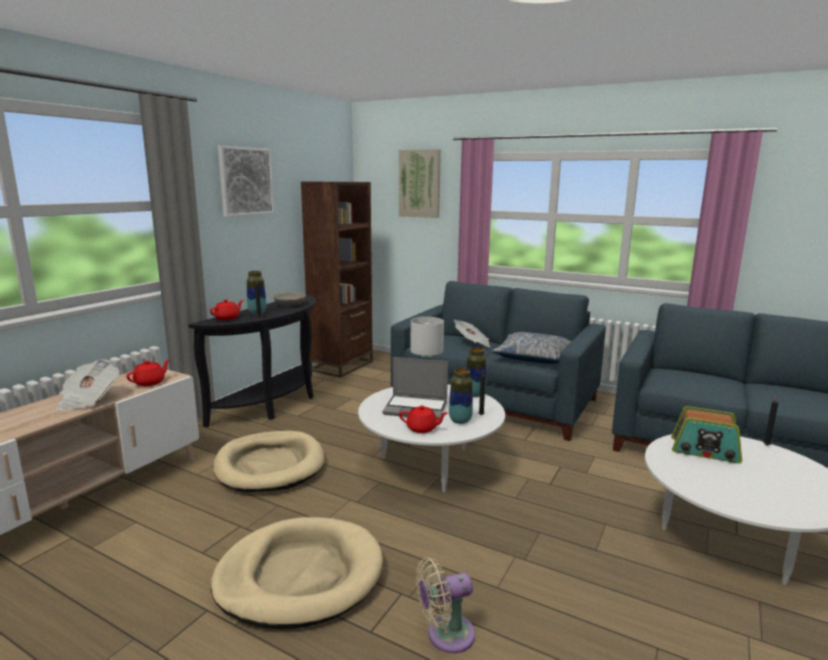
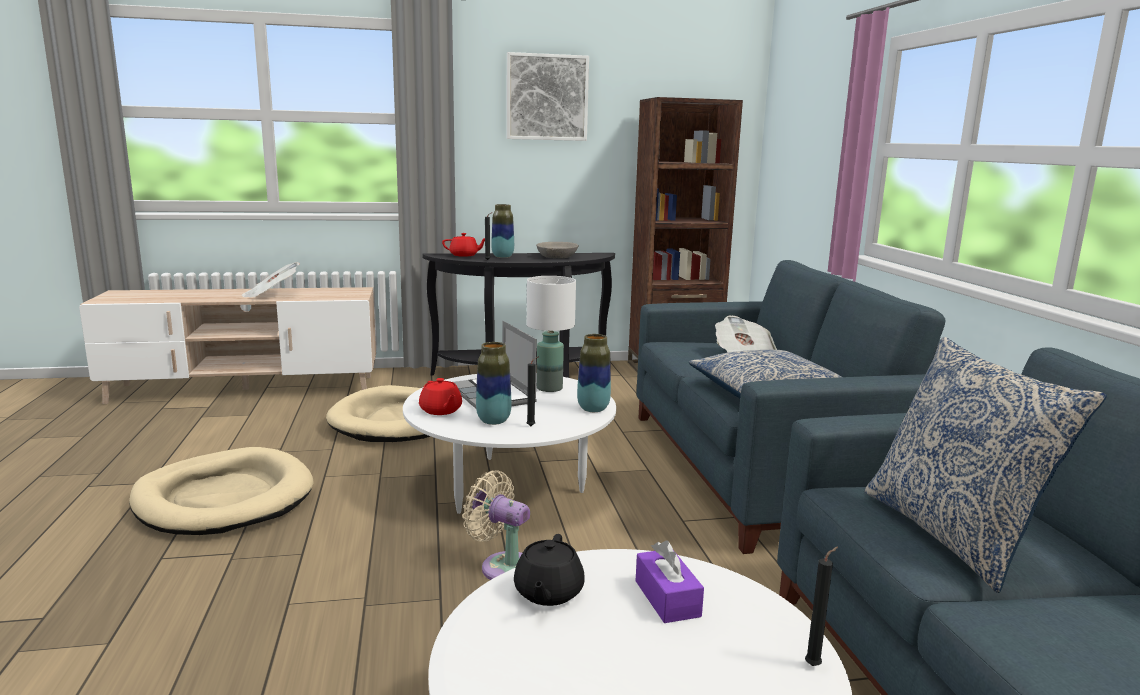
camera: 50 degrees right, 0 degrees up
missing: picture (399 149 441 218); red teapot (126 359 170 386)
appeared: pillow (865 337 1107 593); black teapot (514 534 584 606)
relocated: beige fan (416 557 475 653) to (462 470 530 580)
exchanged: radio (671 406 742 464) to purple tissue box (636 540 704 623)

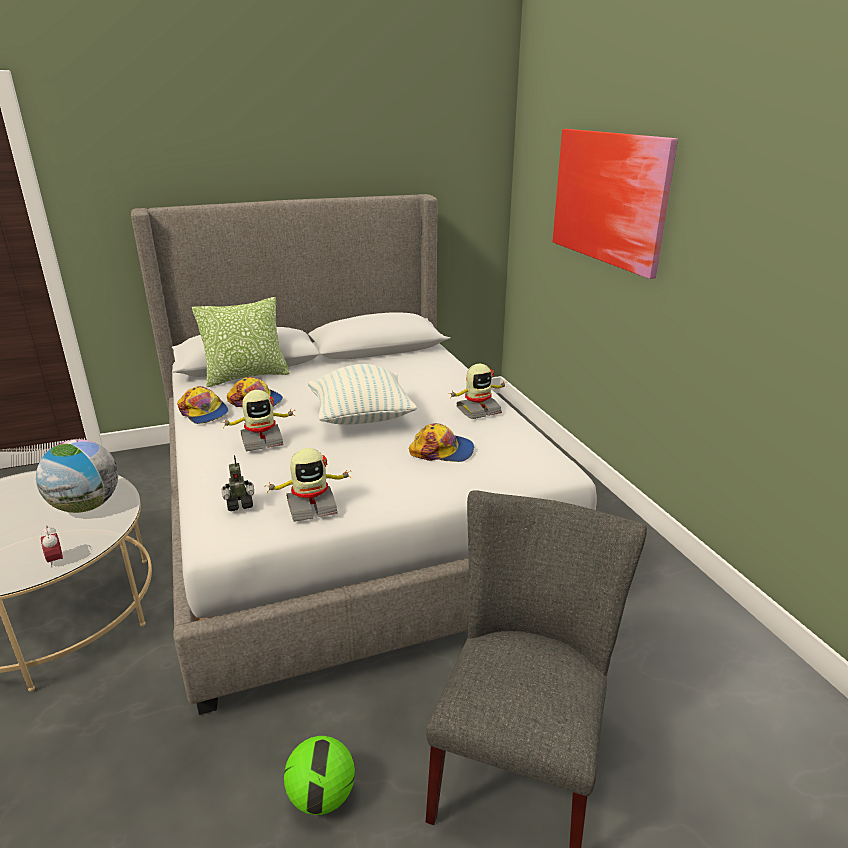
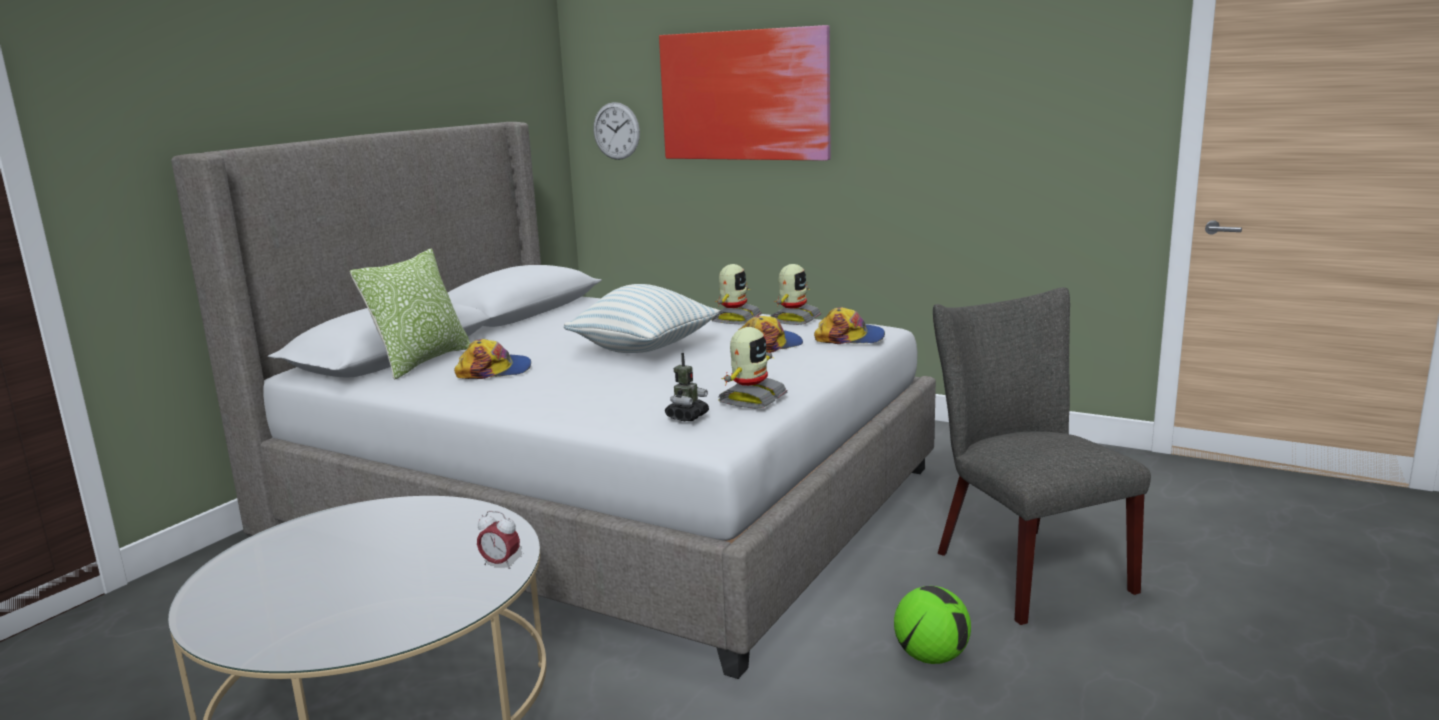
camera: 40 degrees left, 10 degrees down
missing: globe (36 439 118 513)
appeared: wall clock (593 102 640 160)
relocated: cap (177 386 228 424) to (814 307 885 344); toy robot (220 390 296 451) to (770 264 821 325)

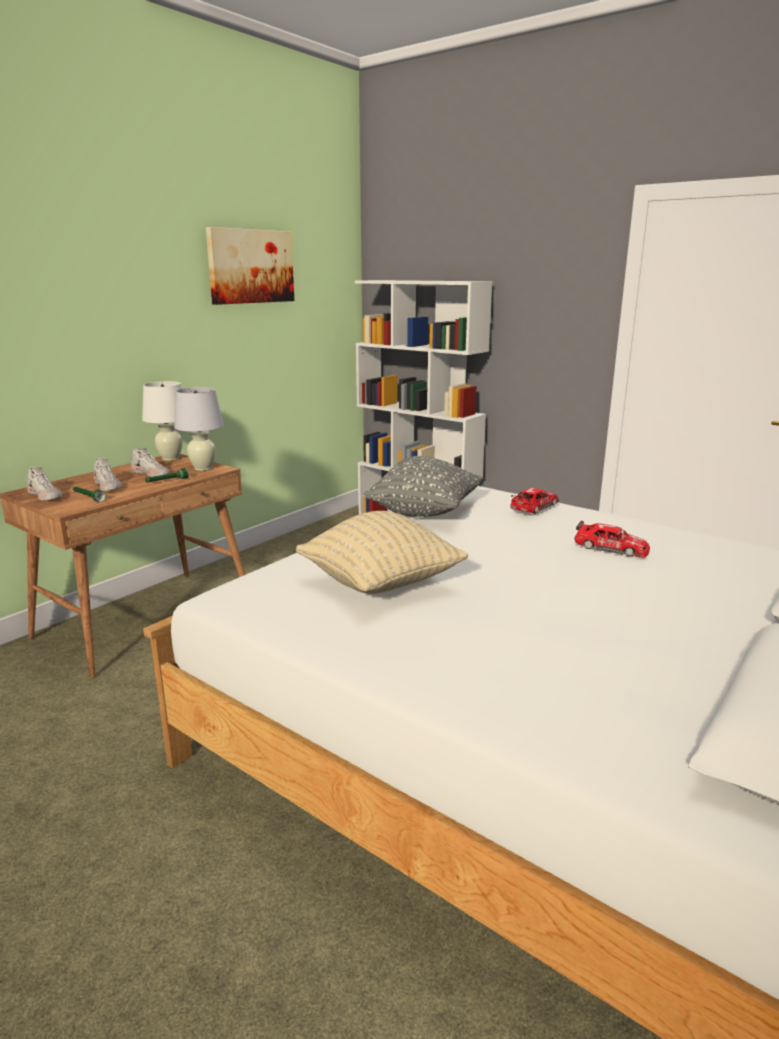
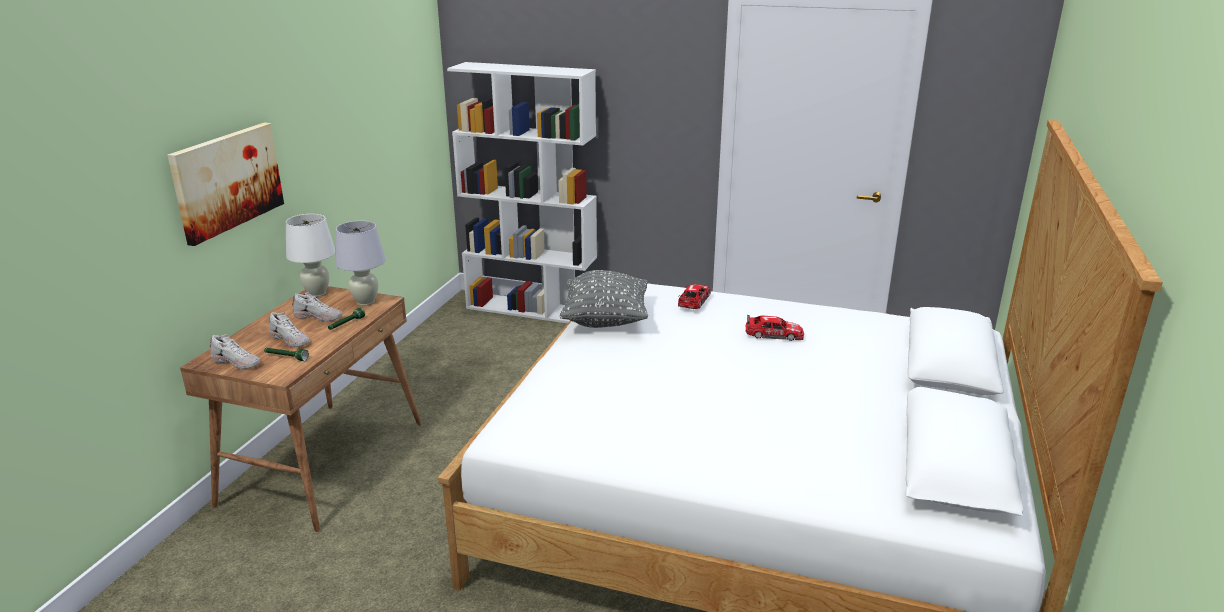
camera: 20 degrees left, 5 degrees up
missing: beige pillow (296 511 468 594)
relocated: picture (206 227 294 305) to (168 123 284 246)

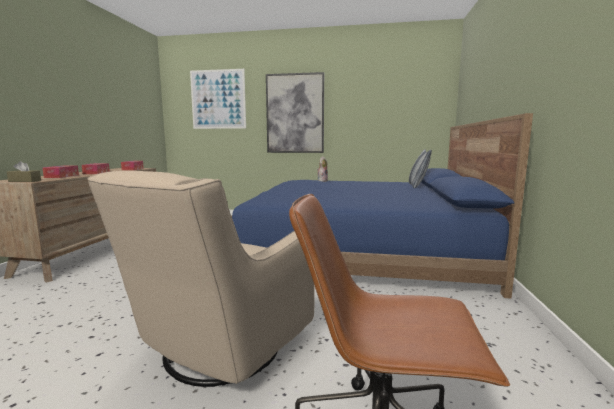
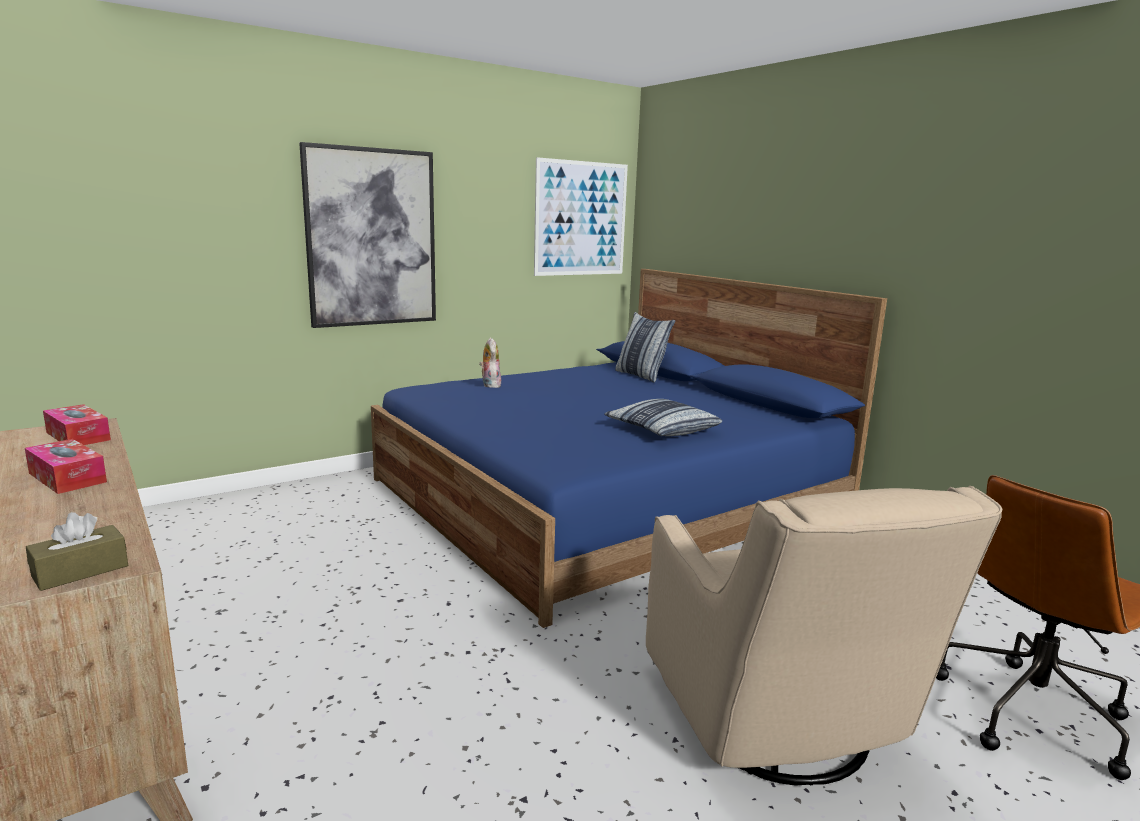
camera: 45 degrees left, 5 degrees up
missing: tissue box (43 166 79 178)
appeared: pillow (604 399 722 436)
relocated: picture (190 69 246 129) to (534 157 628 276)

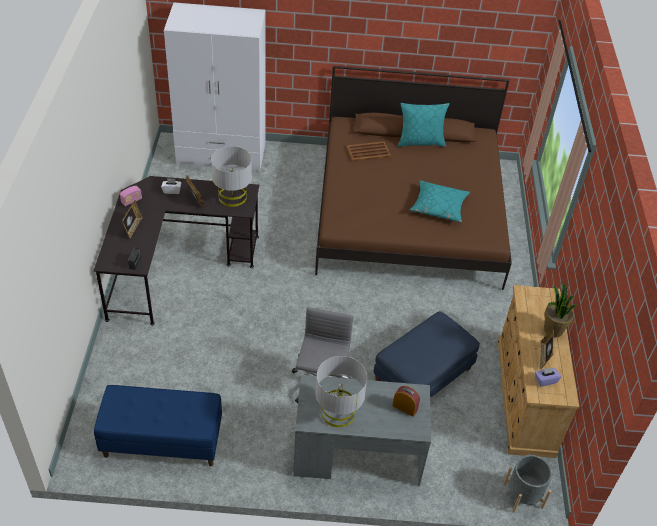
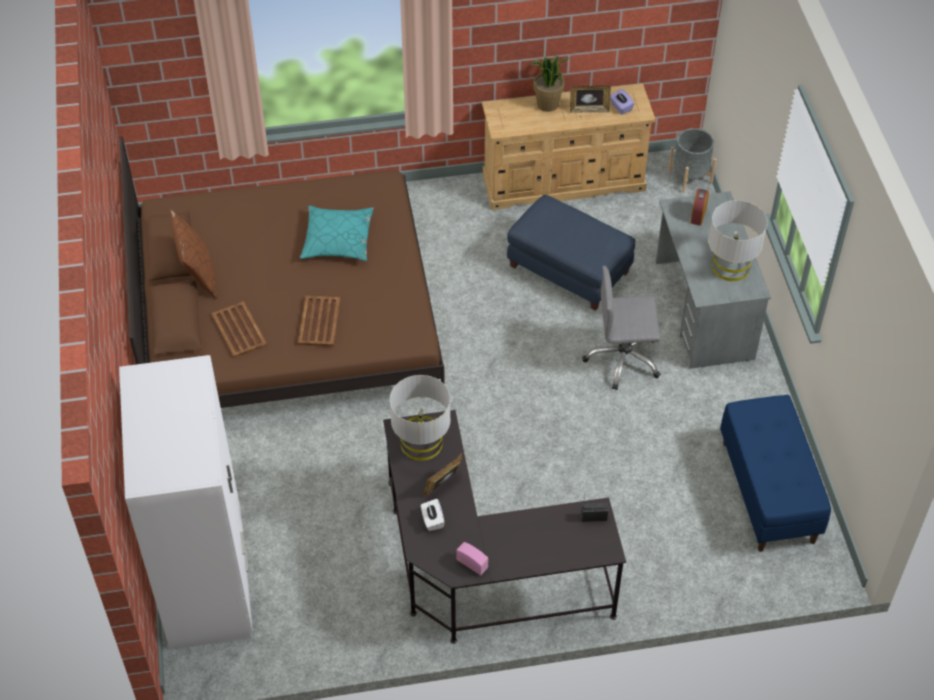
camera: 100 degrees left, 5 degrees up
missing: picture frame (122 200 143 239)
appeared: brown tray (298 296 340 347)
colour: turquoise pillow (398 103 450 147) to brown pillow (170 209 217 299)

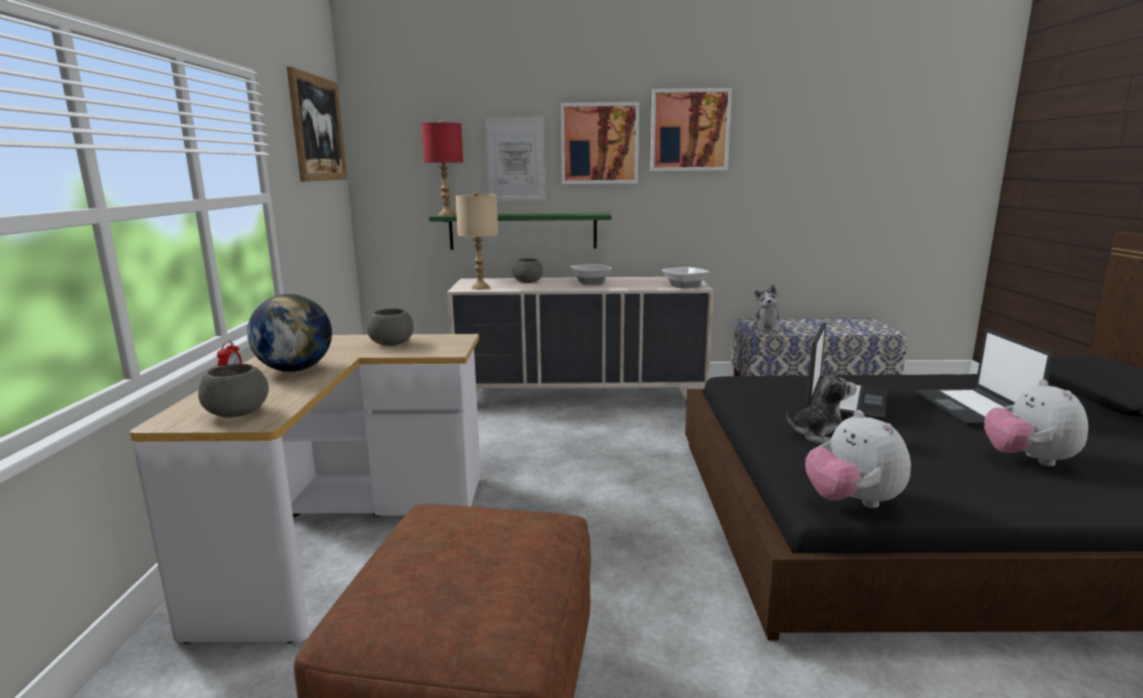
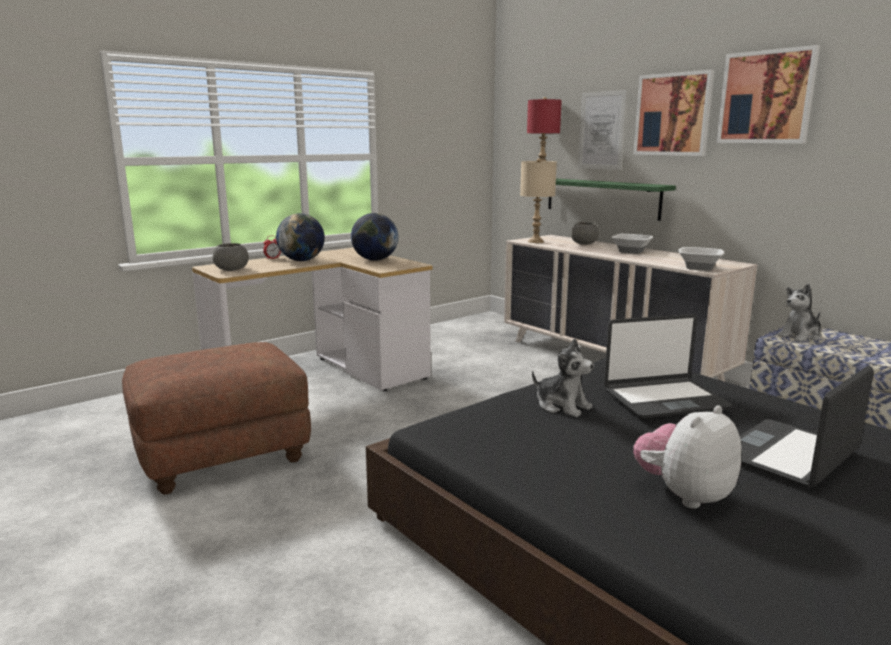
camera: 50 degrees right, 0 degrees up
missing: picture (287 67 347 182); plush toy (805 410 911 508)
exchanged: grey bowl (367 308 413 346) to globe (351 213 398 261)

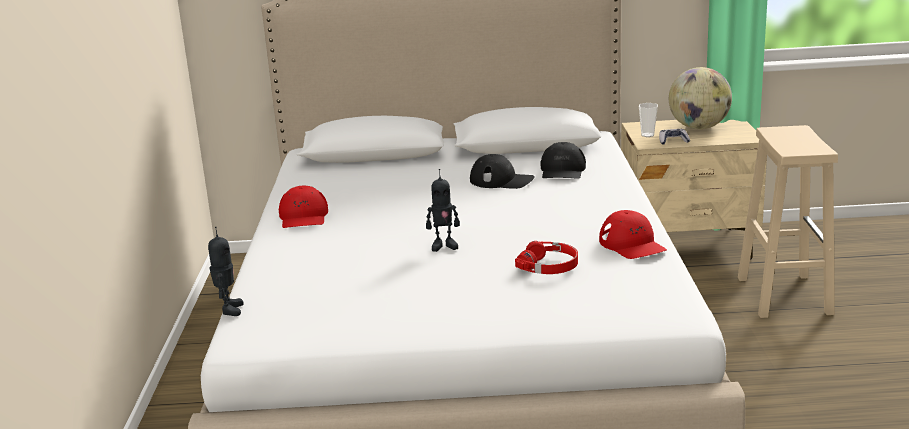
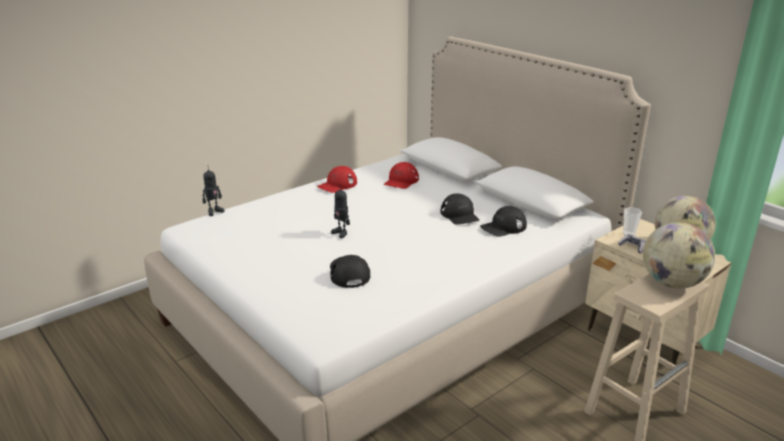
camera: 50 degrees right, 5 degrees up
appeared: globe (643 222 715 289)
relocated: red cap (599 210 667 259) to (384 162 419 189)
exchanged: red headphones (515 241 578 274) to black cap (330 255 370 288)

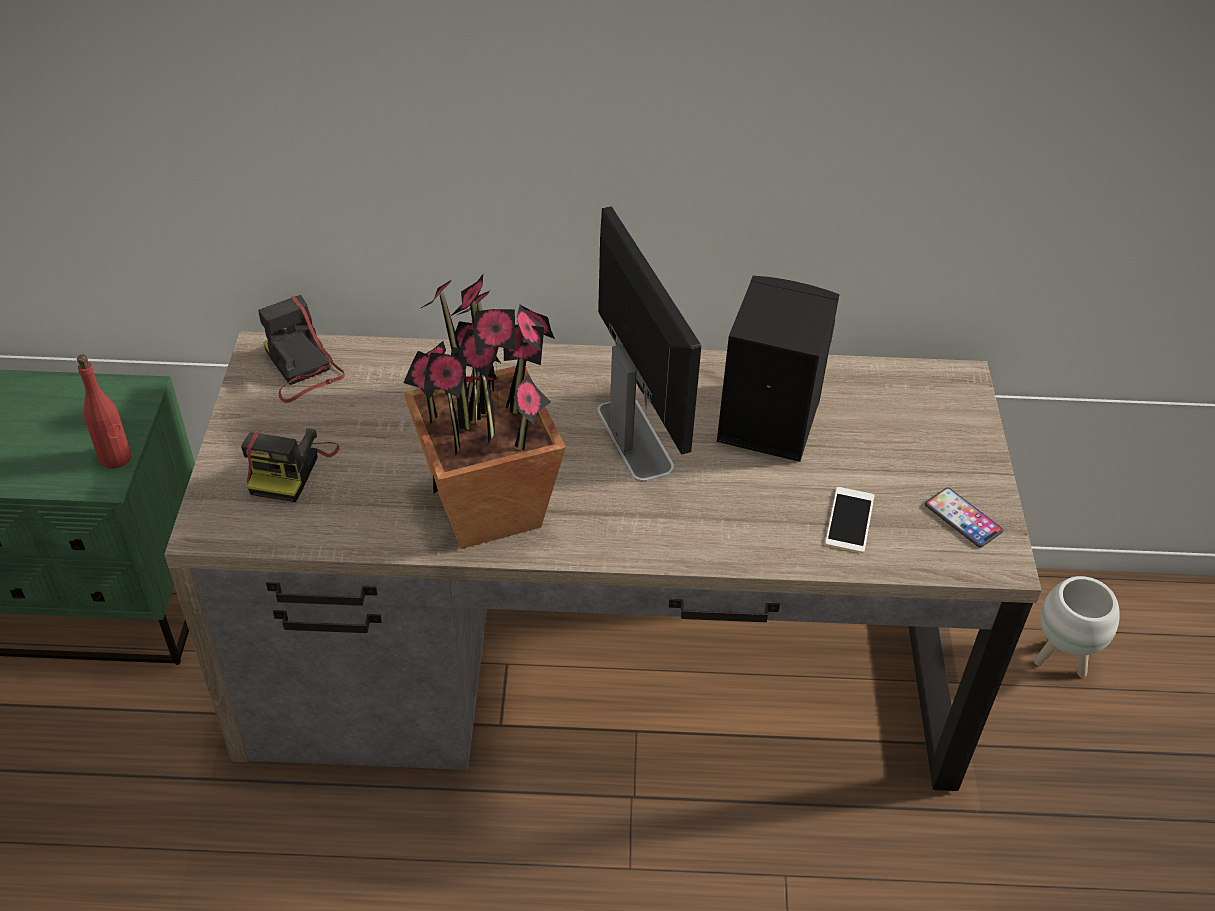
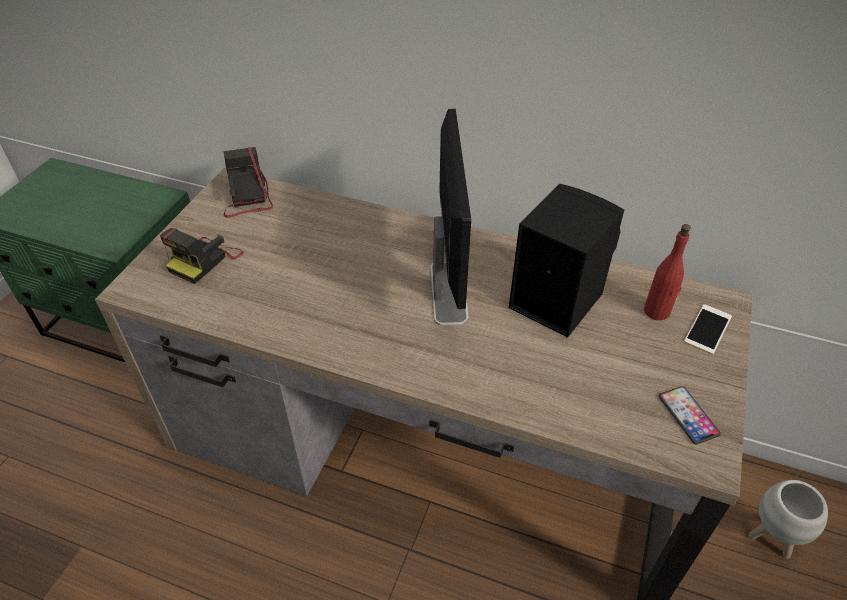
camera: 20 degrees right, 0 degrees up
missing: potted plant (403 274 566 549)
relocated: red bottle (77 354 131 469) to (644 224 691 320); phone (825 487 874 553) to (684 304 732 354)

